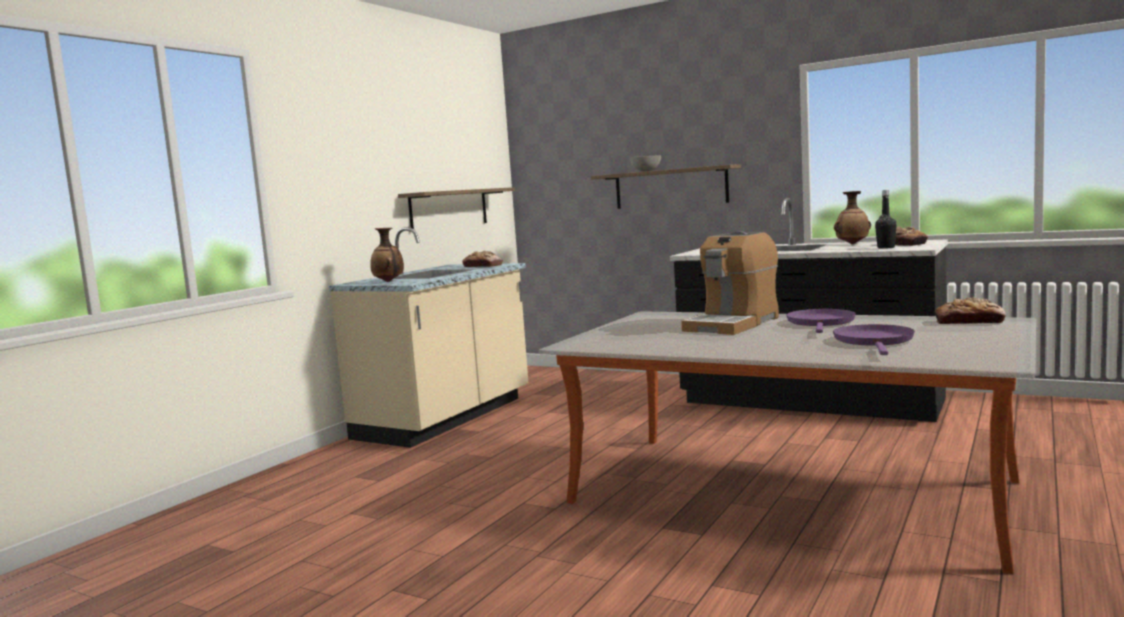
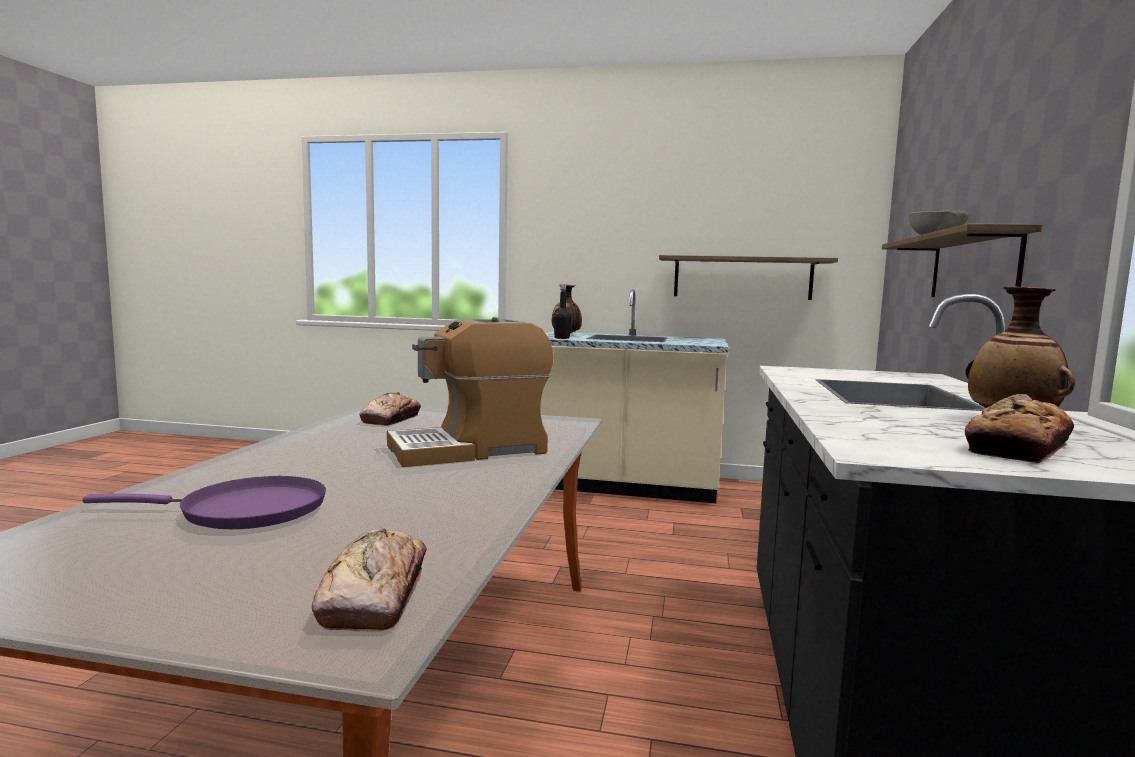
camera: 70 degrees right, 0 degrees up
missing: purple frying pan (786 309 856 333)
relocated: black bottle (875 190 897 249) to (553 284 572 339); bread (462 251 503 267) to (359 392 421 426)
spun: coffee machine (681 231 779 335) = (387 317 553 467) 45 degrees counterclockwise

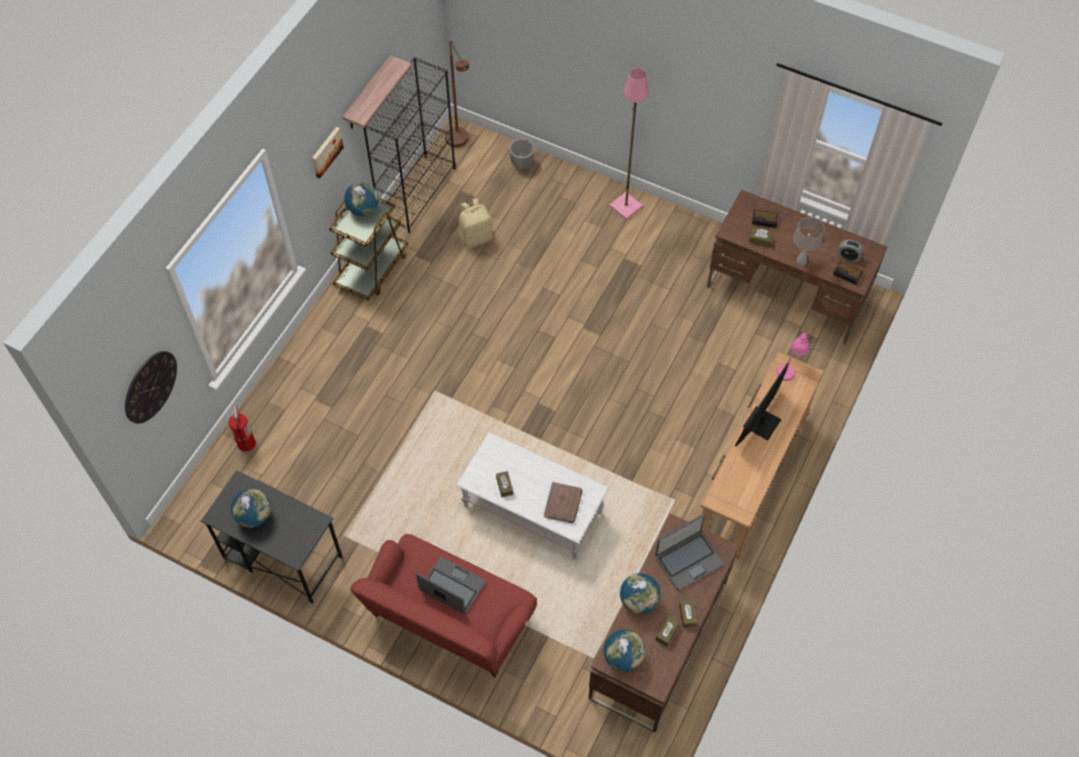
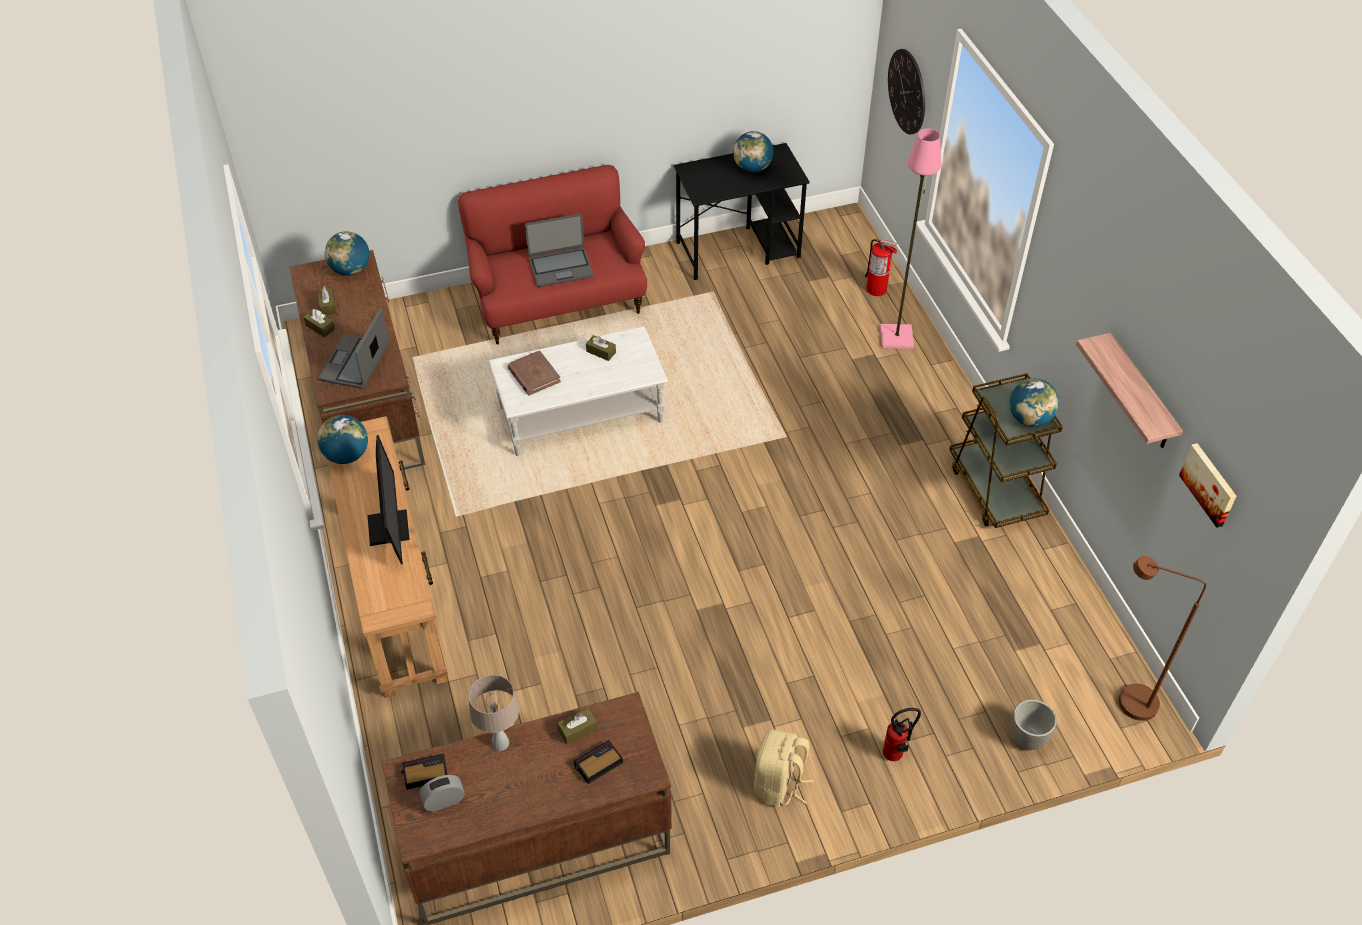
camera: 135 degrees right, 10 degrees down
missing: black bookcase (363 57 455 233); pink table lamp (776 331 810 381)
appeared: fire extinguisher (883 708 921 761)
relocated: pink floor lamp (609 68 649 220) to (880 128 941 349); picture (312 127 344 178) to (1179 443 1236 528); beige backpack (458 198 493 248) to (754 729 814 807); globe (620 573 661 614) to (317 415 368 464)

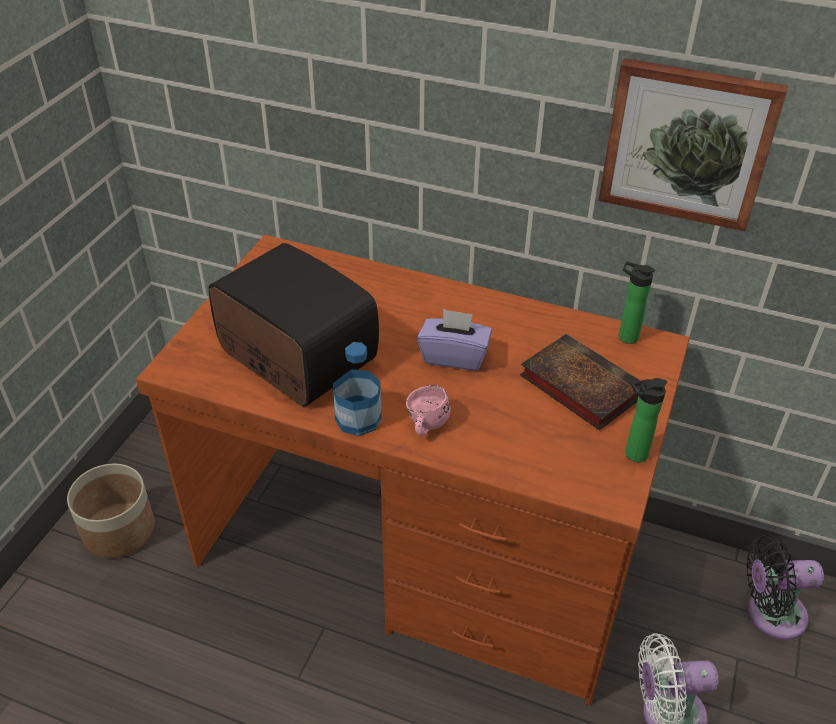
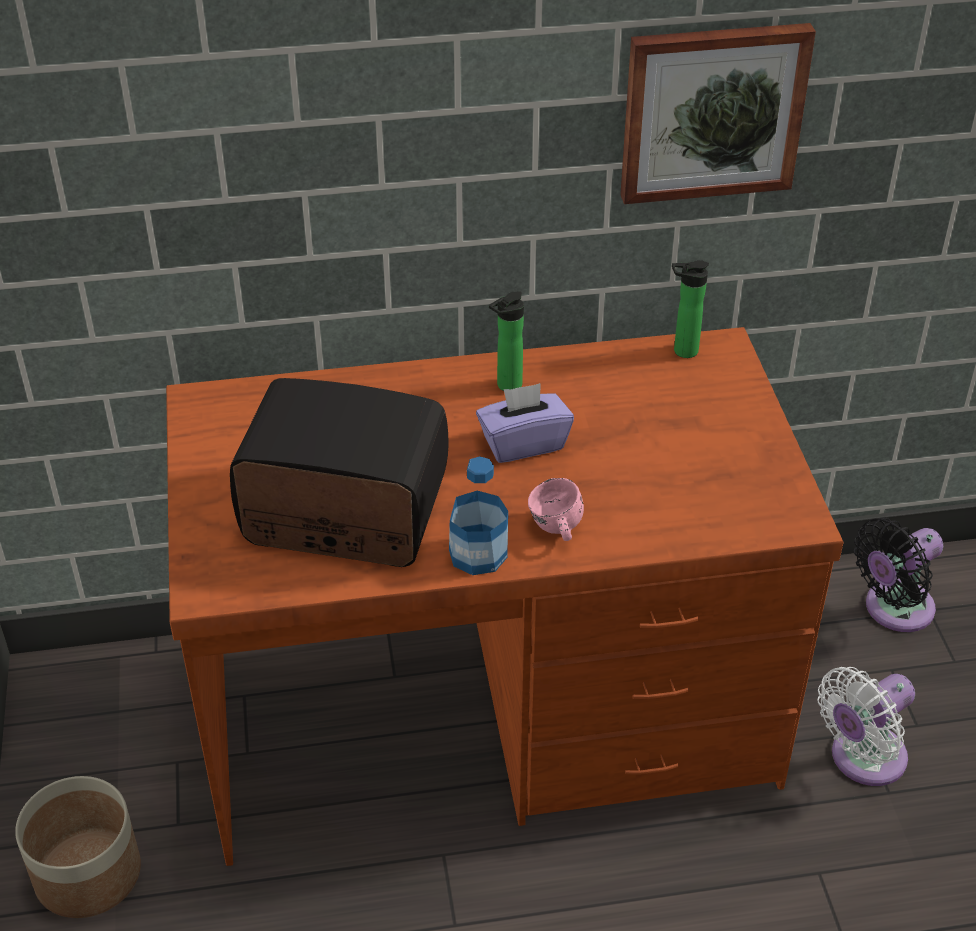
camera: 30 degrees left, 0 degrees up
missing: book (520 334 641 430)
relocated: bottle (625 378 667 462) to (489 291 524 391)

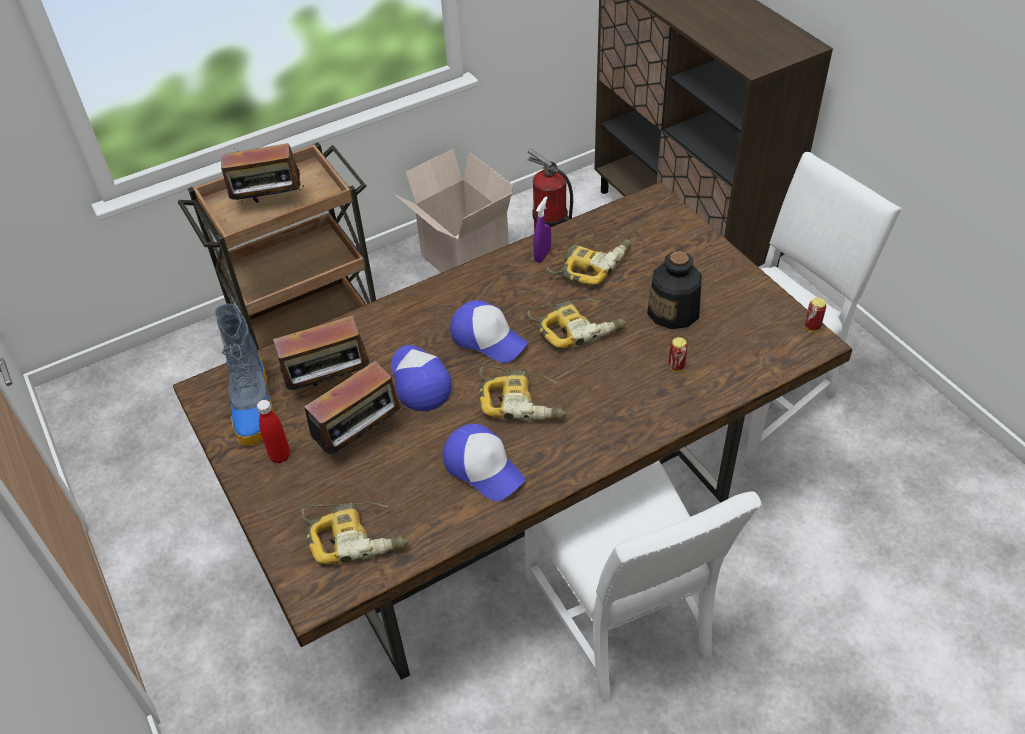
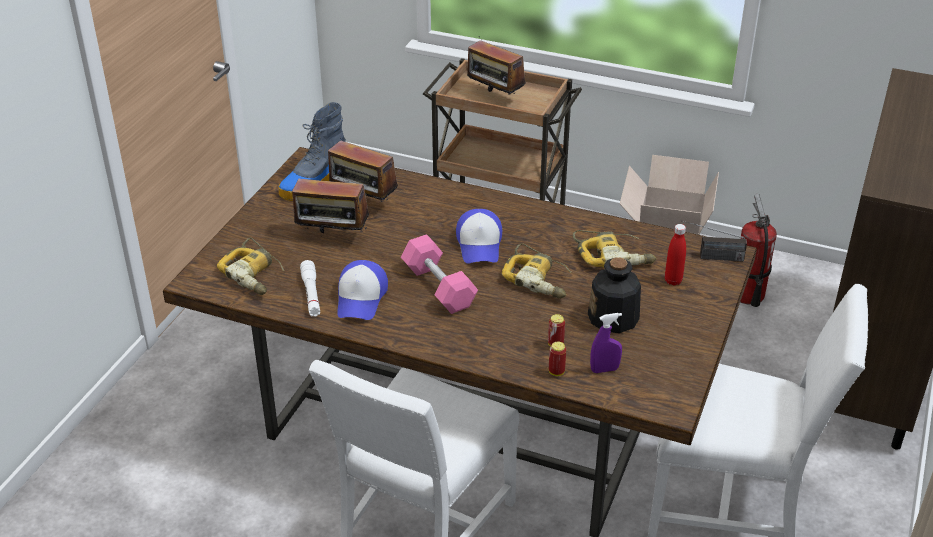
camera: 50 degrees right, 10 degrees down
missing: cap (391 345 452 411)
appeared: radio (681 220 747 262); white flashlight (300 260 320 317)
relocated: purple spray bottle (533 197 551 263) to (590 313 622 373); can (804 298 826 332) to (549 342 566 376); red bottle (257 400 290 463) to (665 224 686 286)
exchanged: power drill (480 365 567 421) to pink dumbbell (401 234 478 314)

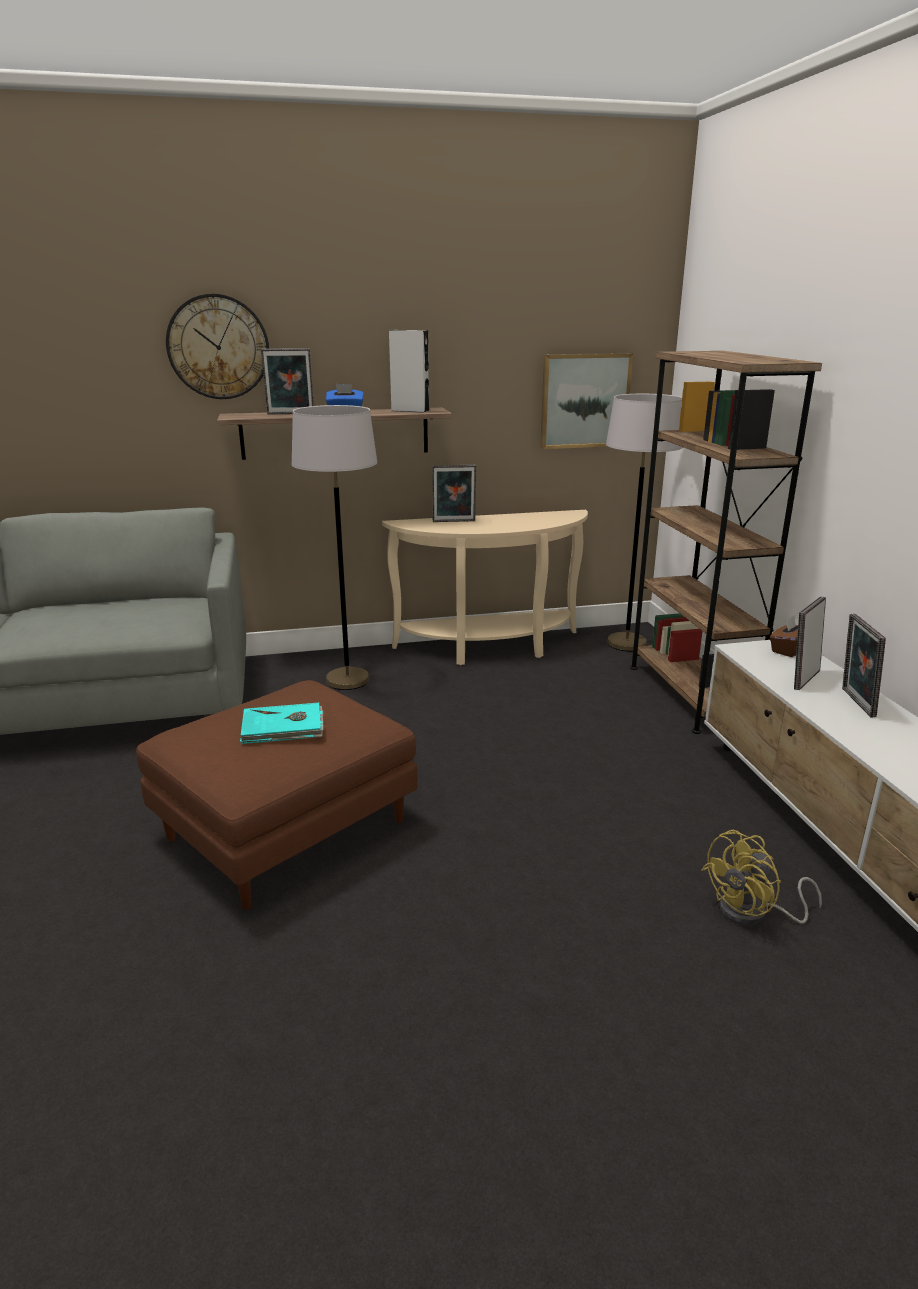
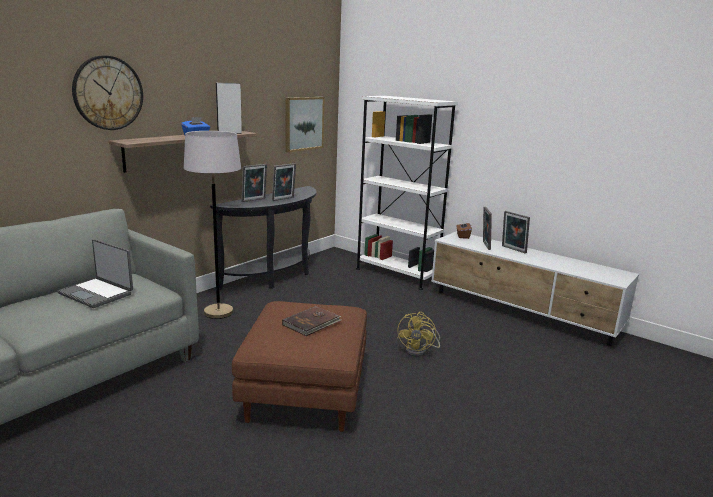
camera: 40 degrees left, 5 degrees down
missing: grey floor lamp (606 394 683 651)
appeared: laptop (57 239 133 308)
relocated: picture frame (261 348 314 414) to (272 163 296 201); yellow fan (701 830 822 926) to (397 312 440 357)
colour: brown bookcase (630 351 822 734) to white bookcase (356 96 458 290); beige console table (382 510 588 666) to black console table (210 186 317 290); turquoise book (240 703 323 744) to brown book (282 306 341 336)

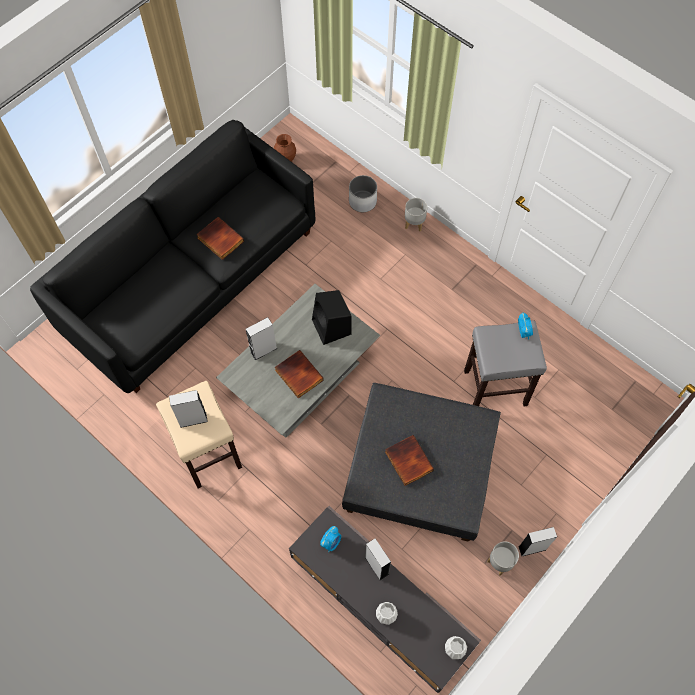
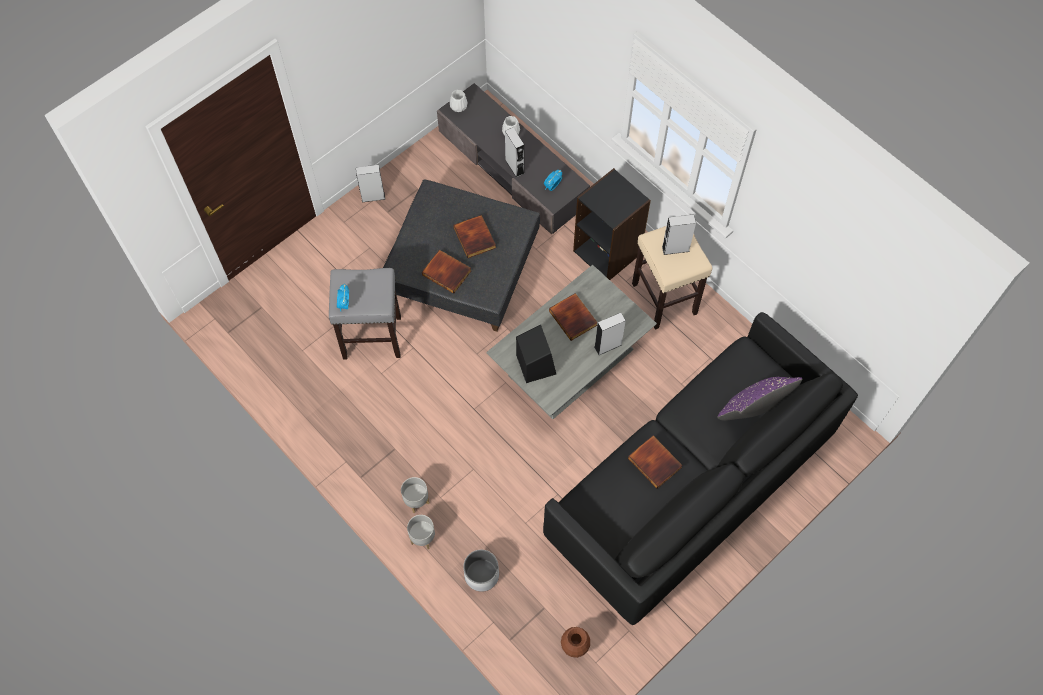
camera: 175 degrees left, 0 degrees up
appeared: black bookcase (573 168 651 280); book (422 250 471 294); purple pillow (717 377 803 421)
relocated: grey planter (487 542 519 575) to (401 477 429 513)

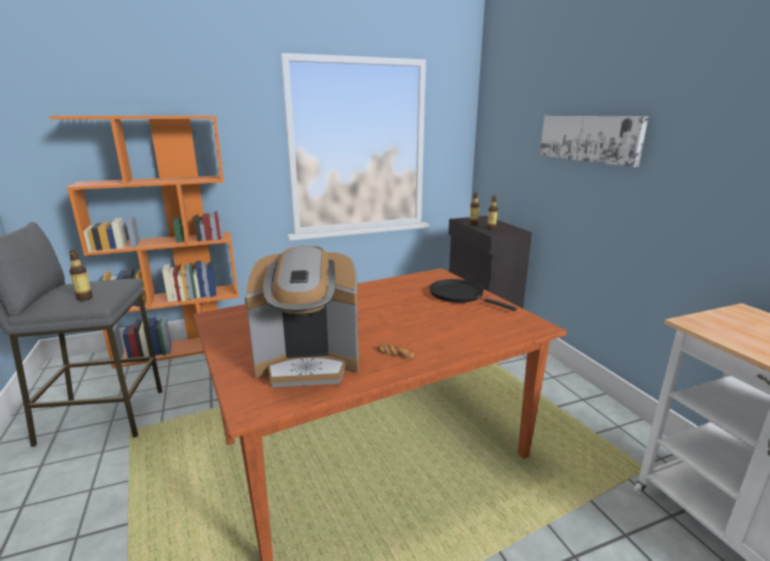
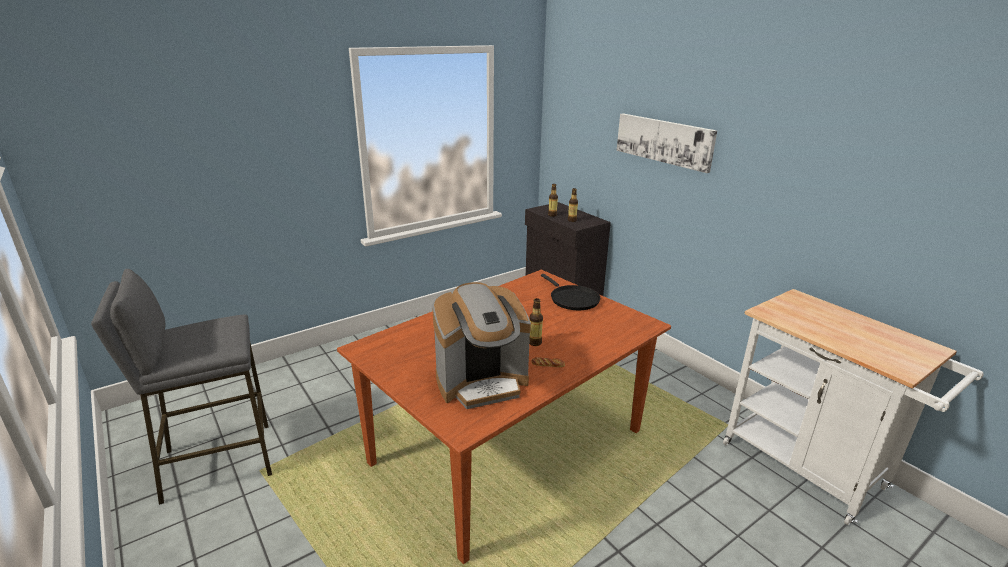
camera: 15 degrees left, 5 degrees up
missing: orange bookcase (49 116 239 368)
relocated: bottle (69 250 93 301) to (529 298 543 346)
spun: black frying pan (429 279 517 311) = (541 274 600 310) 150 degrees counterclockwise

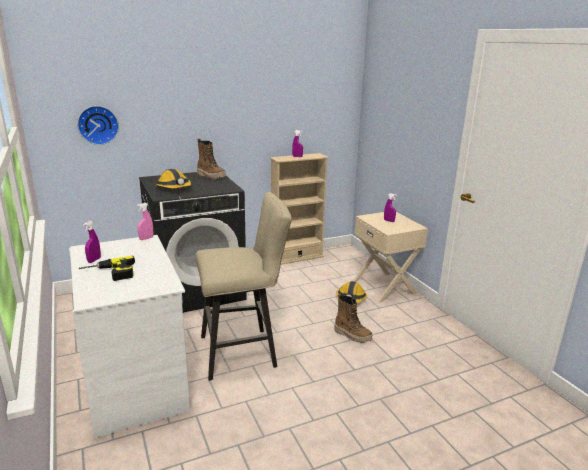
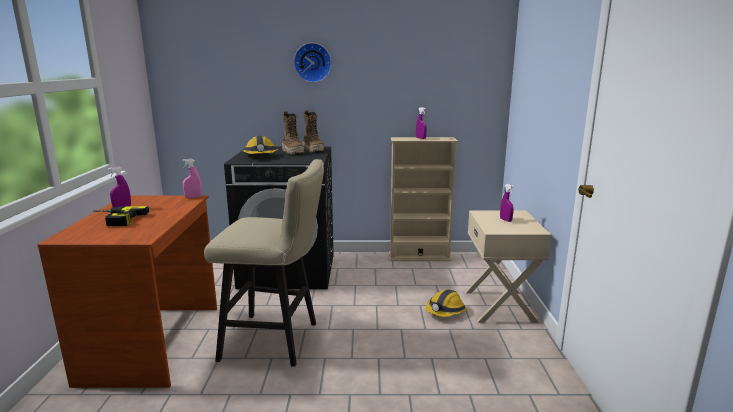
camera: 25 degrees right, 5 degrees down
relocated: wall clock (77 106 119 145) to (294 43 332 83); boot (334 294 372 343) to (282 111 304 155)
colour: white desk (69 235 190 438) to brown desk (37 195 217 388)

